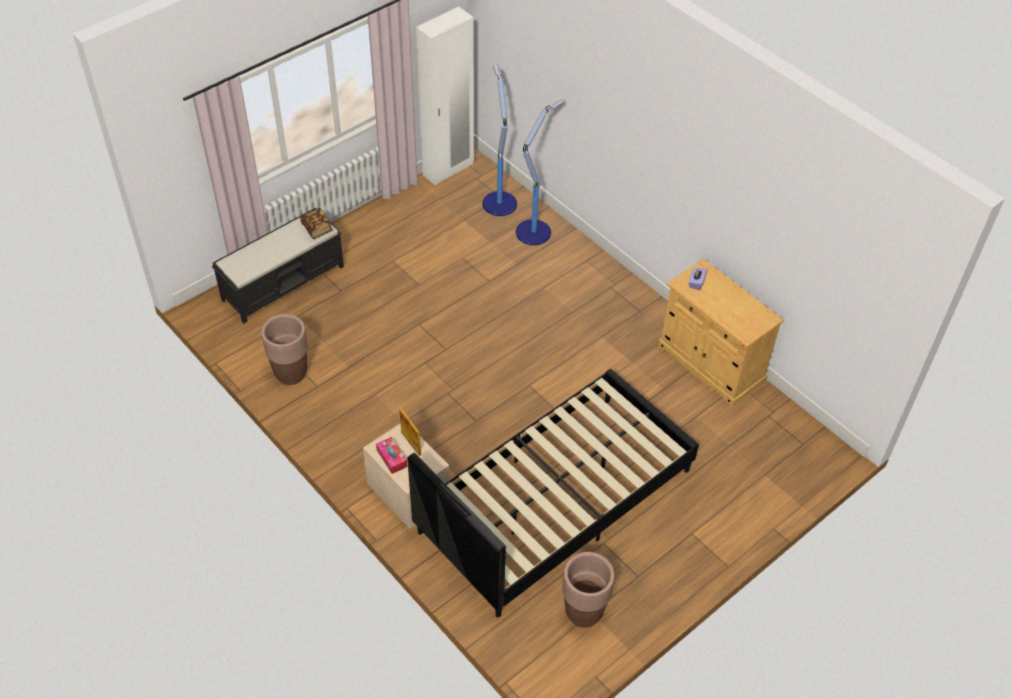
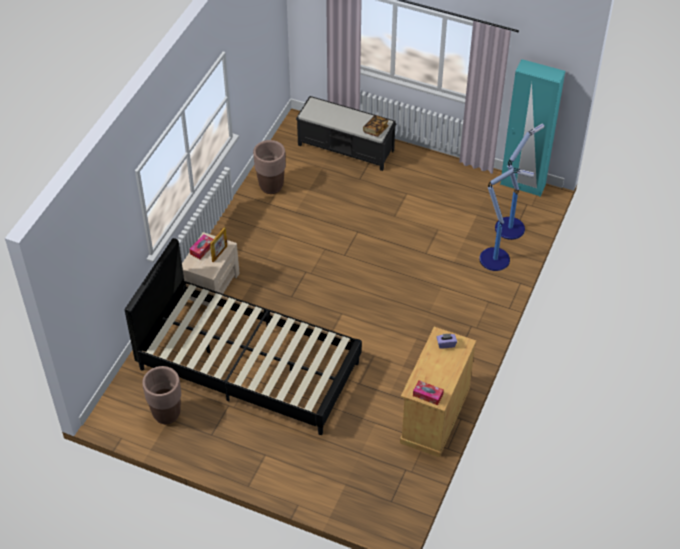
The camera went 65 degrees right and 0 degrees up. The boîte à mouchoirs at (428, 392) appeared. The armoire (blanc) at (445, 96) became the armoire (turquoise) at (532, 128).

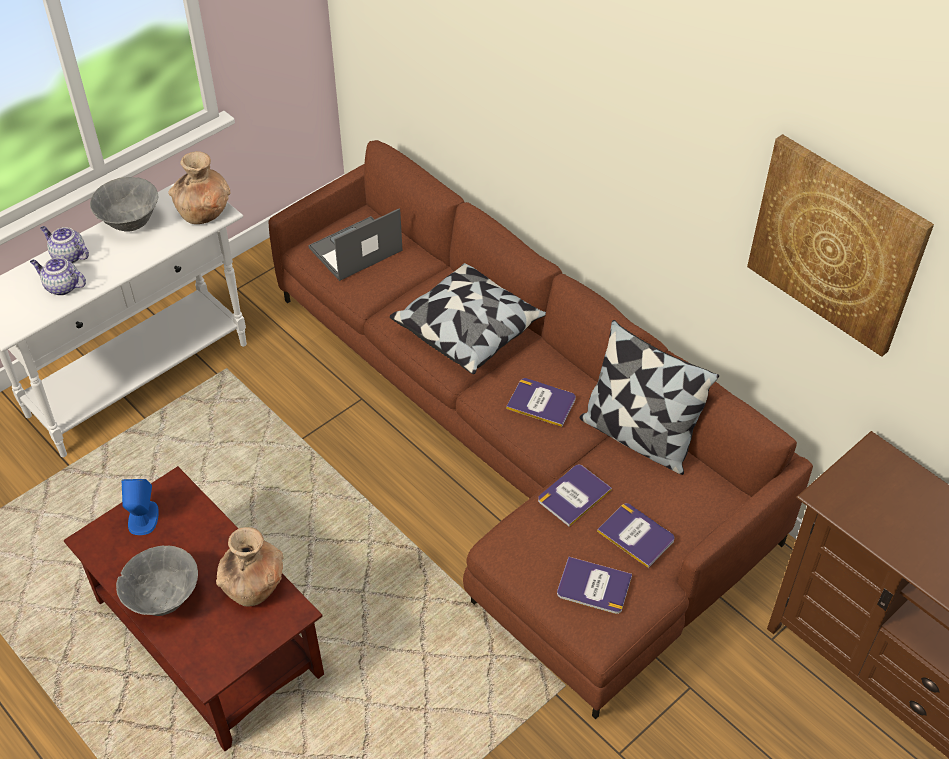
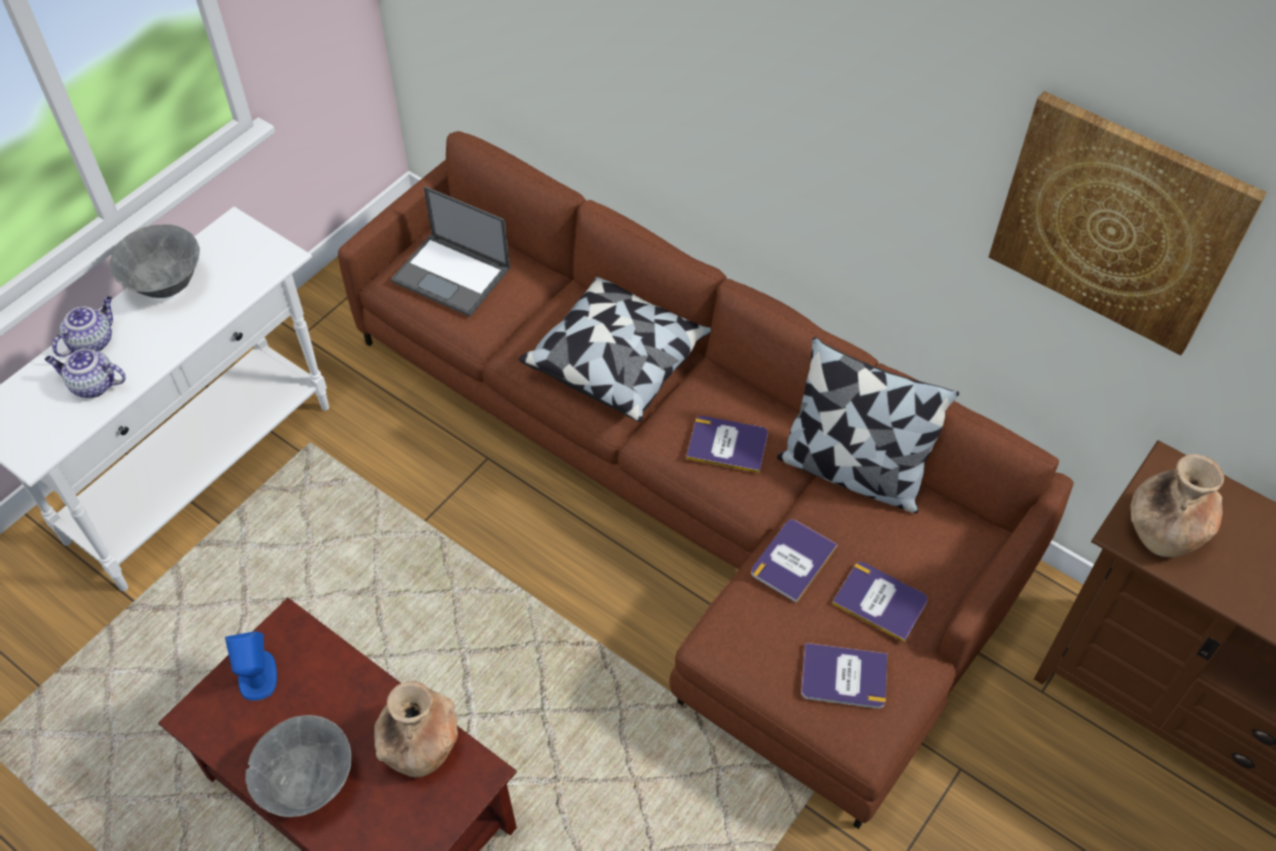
The camera went 10 degrees left and 5 degrees up. The vase (marron) moved from (199, 187) to (1177, 505). The théière at (64, 244) turned 105 degrees clockwise. The ordinateur portable at (355, 244) turned 105 degrees counterclockwise.

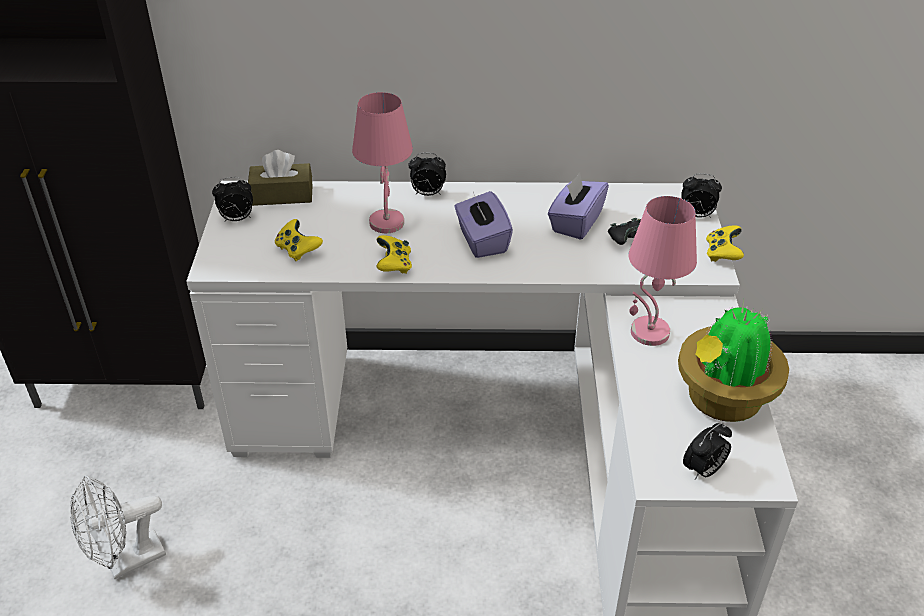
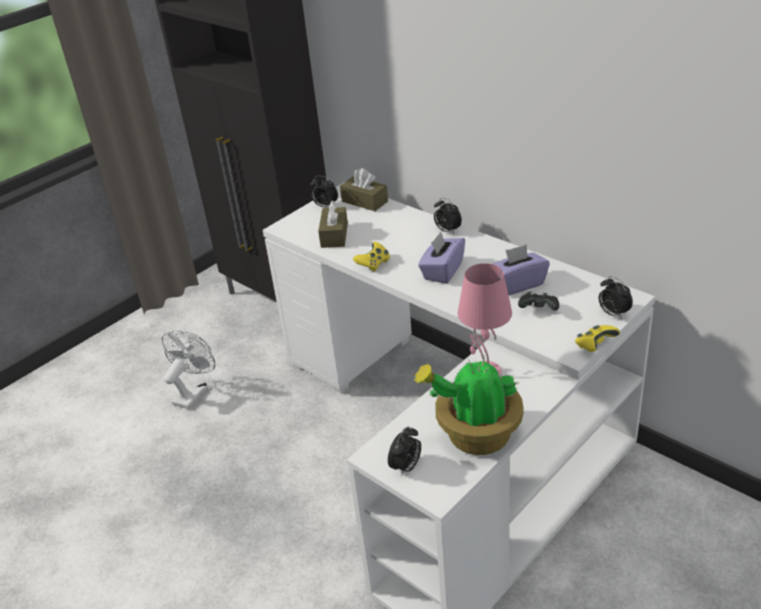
The camera went 45 degrees right and 5 degrees down. The lampe de table (rose) at (382, 162) disappeared. The manette (jaune) at (299, 240) was replaced by the boîte à mouchoirs (marron) at (333, 224). The ventilateur (blanc) at (118, 527) turned 105 degrees clockwise. The réveil at (707, 451) turned 60 degrees counterclockwise.

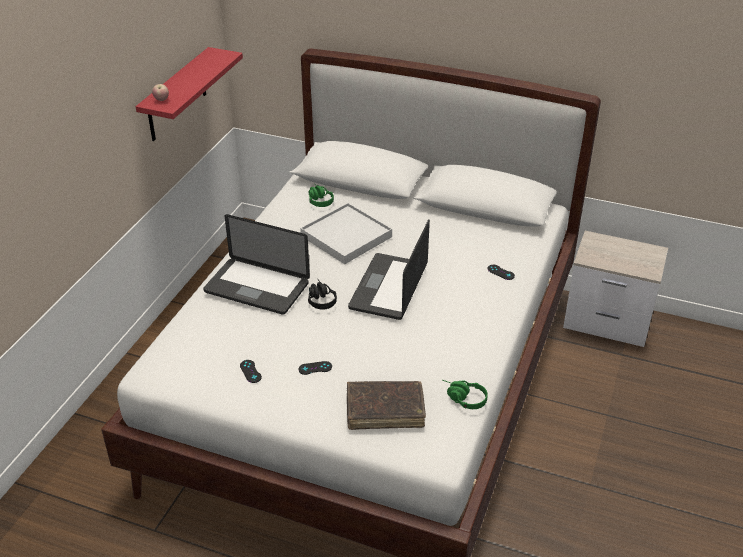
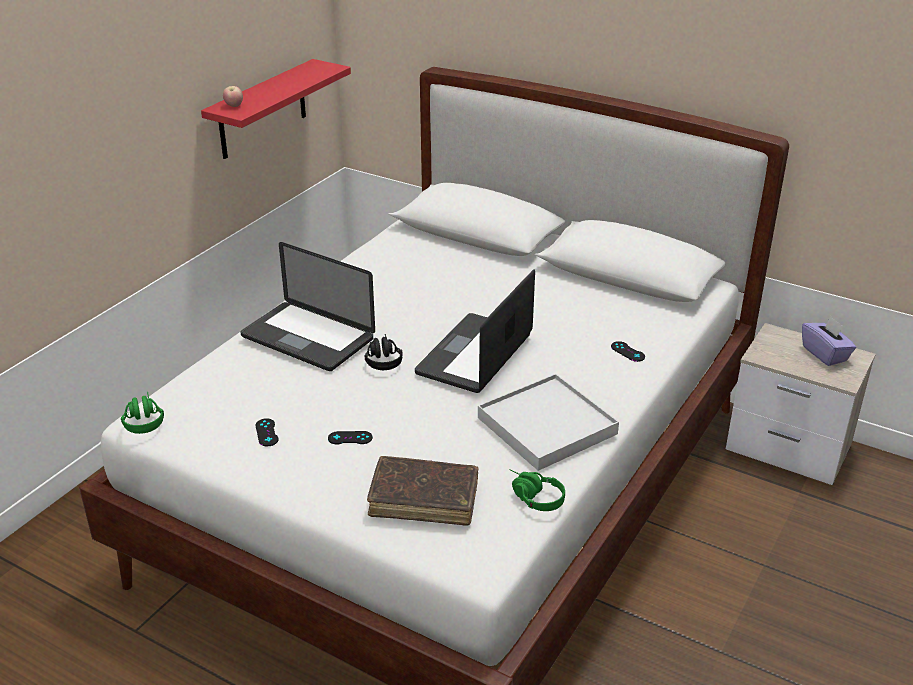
The camera went 10 degrees right and 5 degrees down. The boîte à mouchoirs (violet) at (829, 341) appeared. The plateau (blanc) moved from (346, 233) to (548, 422). The casque audio (vert) moved from (321, 195) to (142, 412).

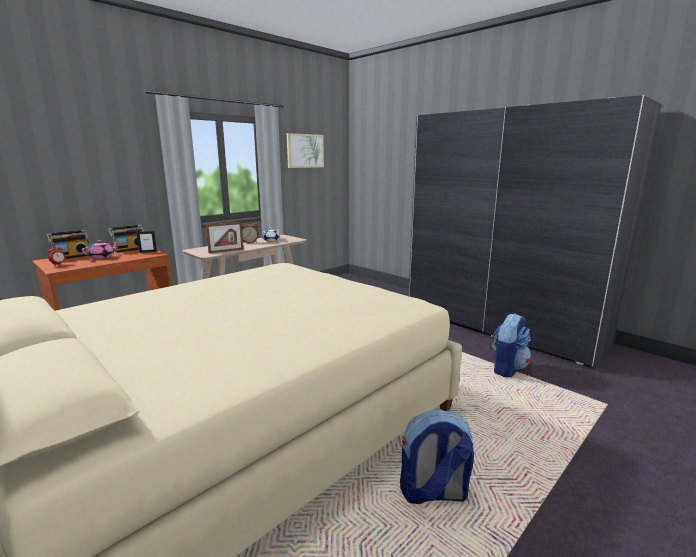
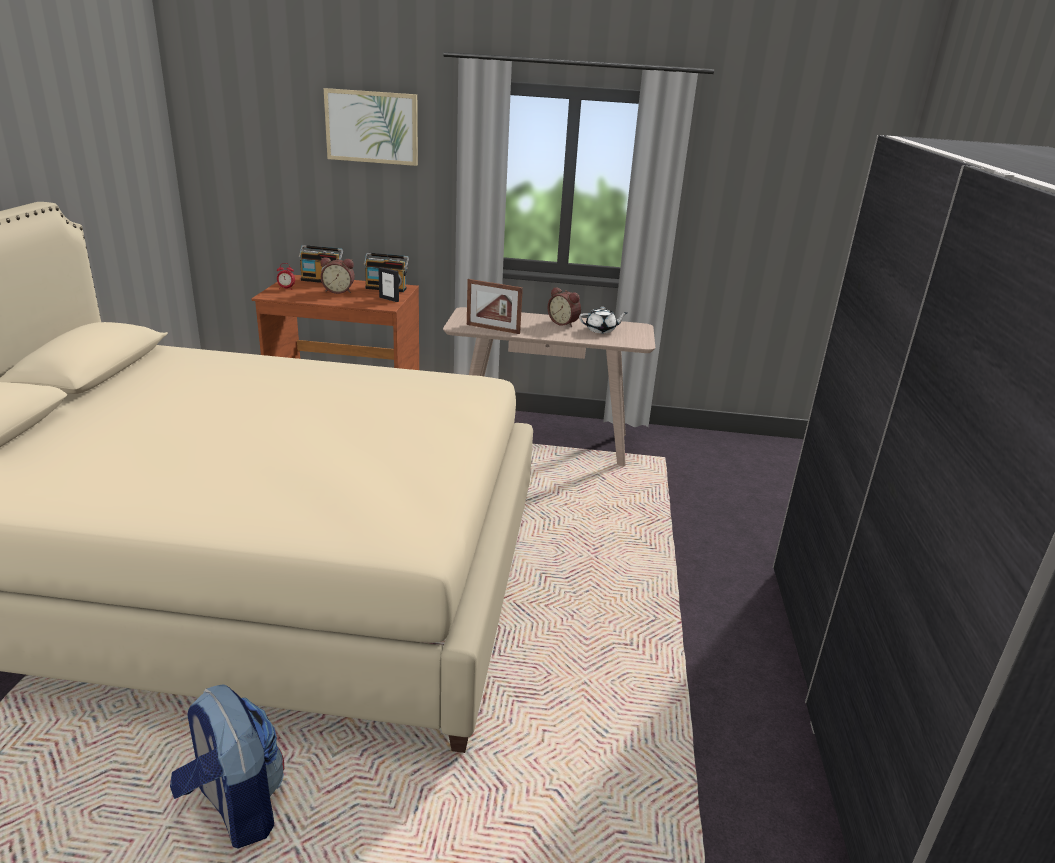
The camera went 50 degrees right and 10 degrees up. The sac à dos at (511, 345) disappeared. The tableau moved from (305, 150) to (371, 127). The théière (rose) at (100, 249) was replaced by the réveil at (337, 275).

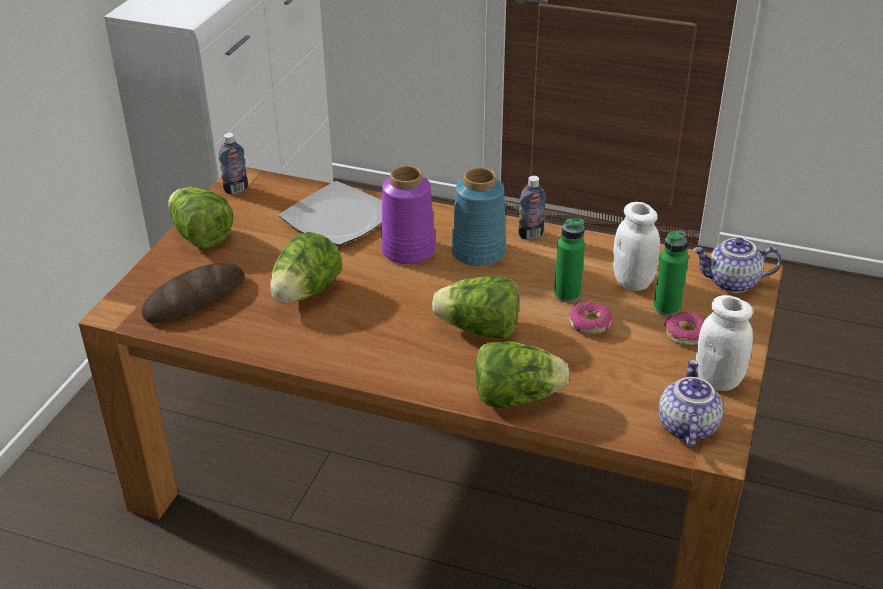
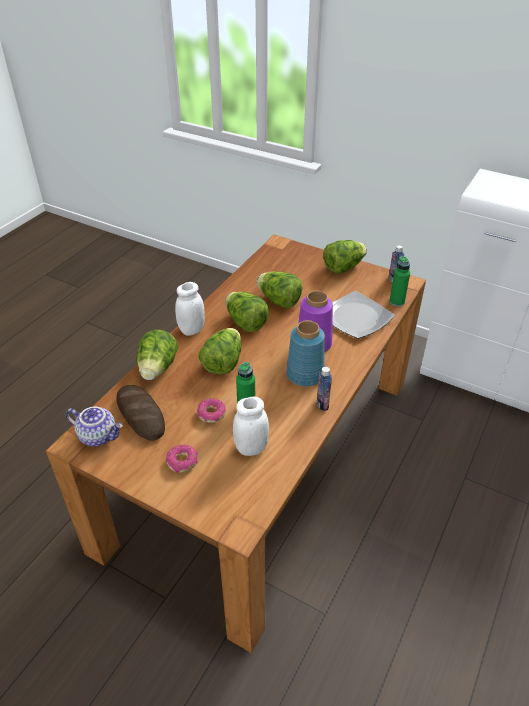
The camera went 100 degrees right and 5 degrees up. The théière at (737, 265) disappeared. The laitue at (247, 312) appeared. The pain moved from (193, 293) to (140, 413). The bouteille (vert) moved from (671, 273) to (400, 281). The bocal (blanc) moved from (724, 343) to (190, 309).

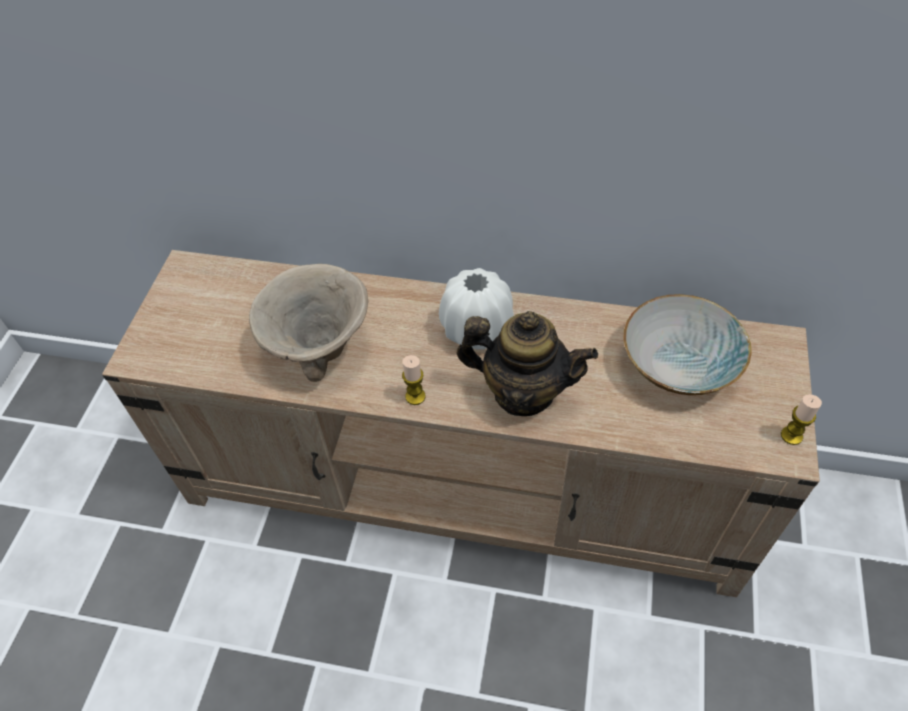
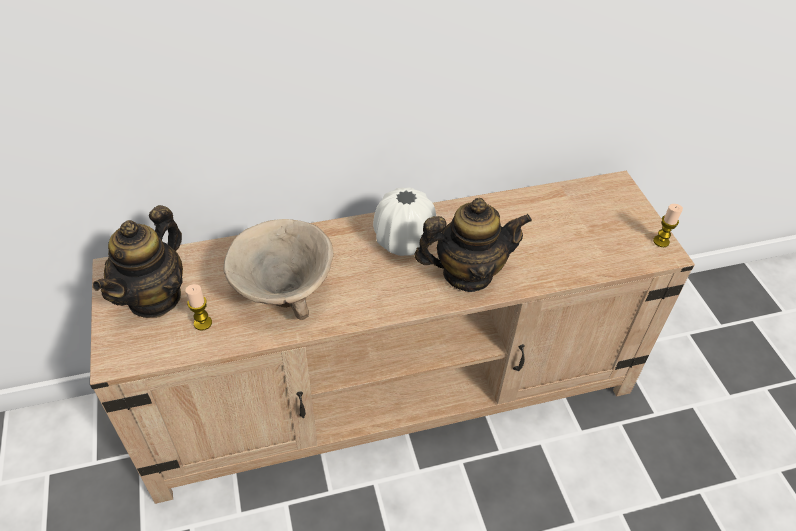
The camera went 30 degrees left and 5 degrees down. The bol at (687, 344) disappeared. The théière at (138, 261) appeared. The bougie moved from (414, 380) to (198, 307).

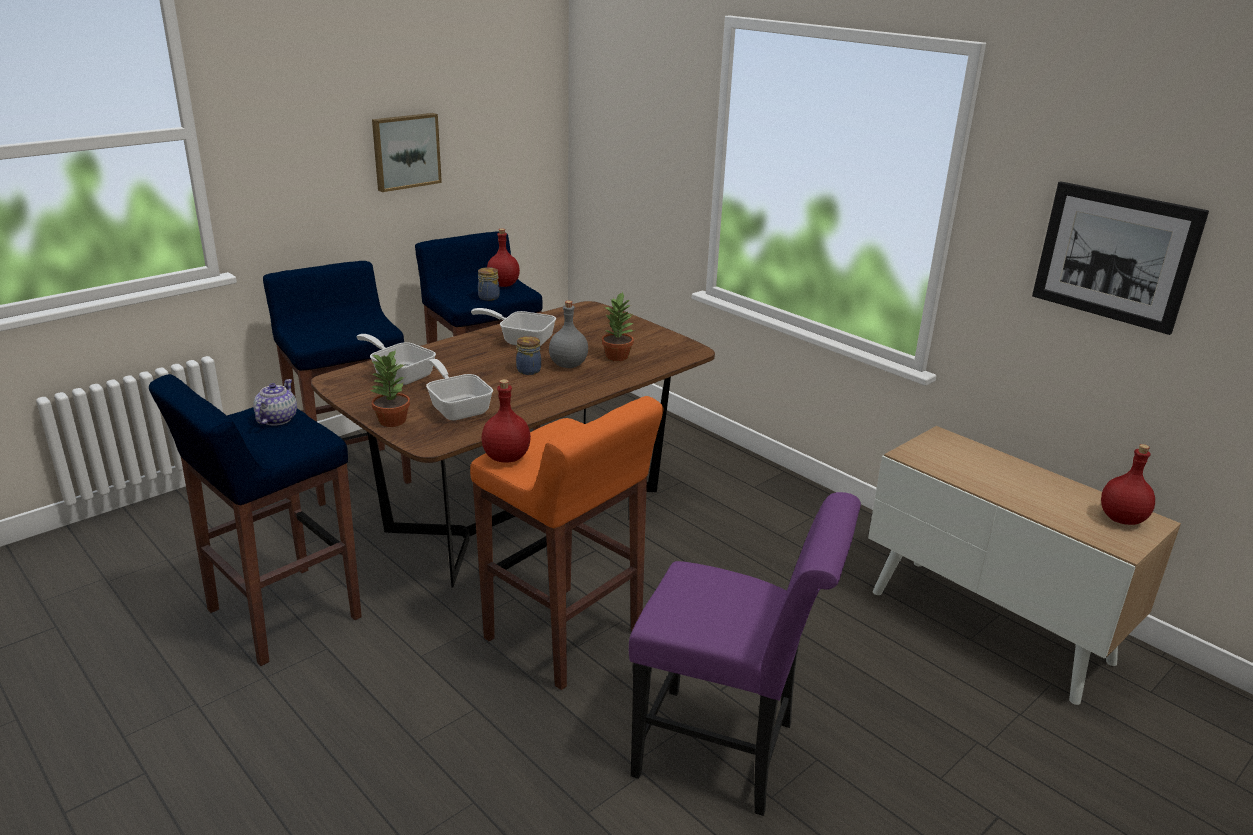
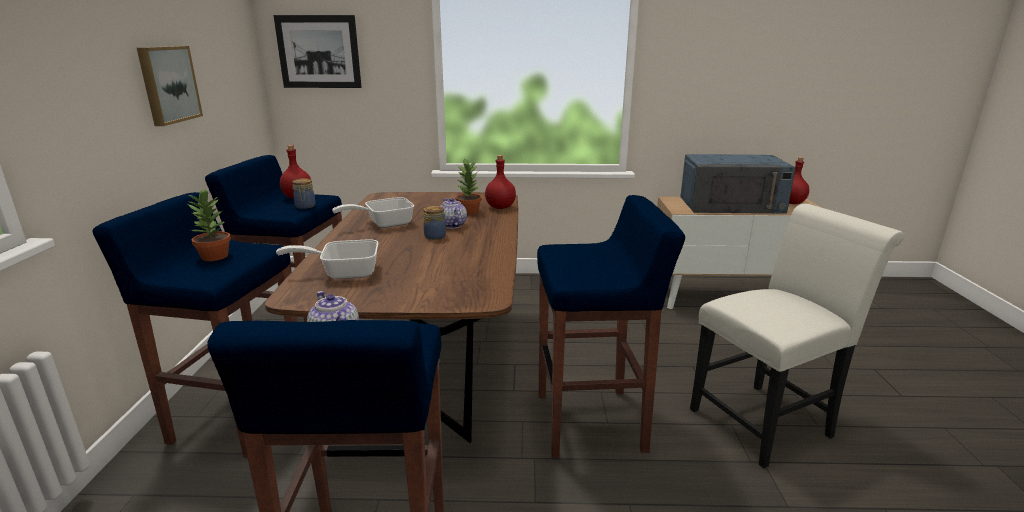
The camera went 45 degrees left and 5 degrees down. The poêle at (459, 390) disappeared. The micro-ondes (bleu) at (738, 184) appeared. The plante en pot moved from (390, 388) to (209, 224). The bouteille (rouge) moved from (506, 421) to (500, 182). The tableau moved from (1120, 258) to (317, 51). The bouteille (gris) at (568, 334) was replaced by the théière at (454, 213). The tabouret (orange) at (566, 543) became the tabouret (bleu) at (611, 326). The chaise (violet) at (745, 654) became the chaise (blanc) at (797, 335).

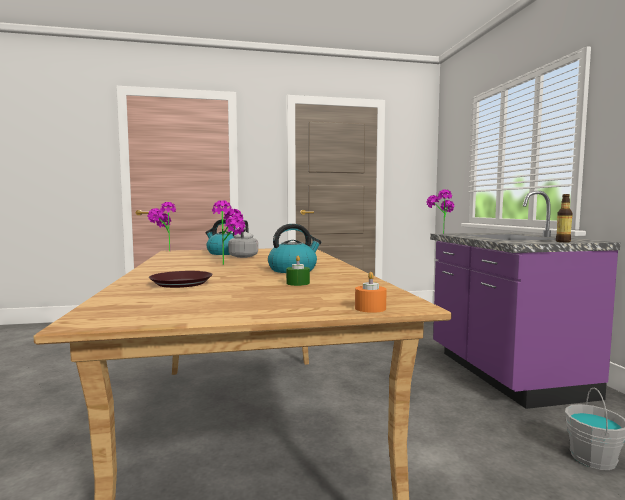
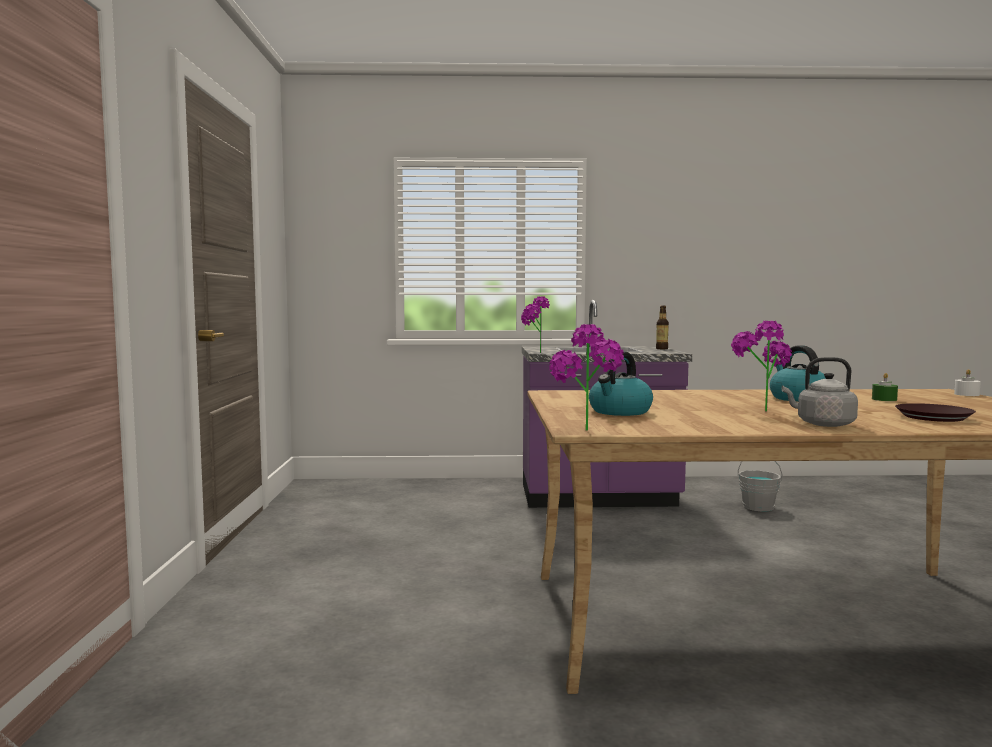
The camera went 80 degrees left and 0 degrees up. The bouilloire (gris) moved from (243, 239) to (820, 392). The bougie (orange) at (371, 292) became the bougie (blanc) at (967, 382).

